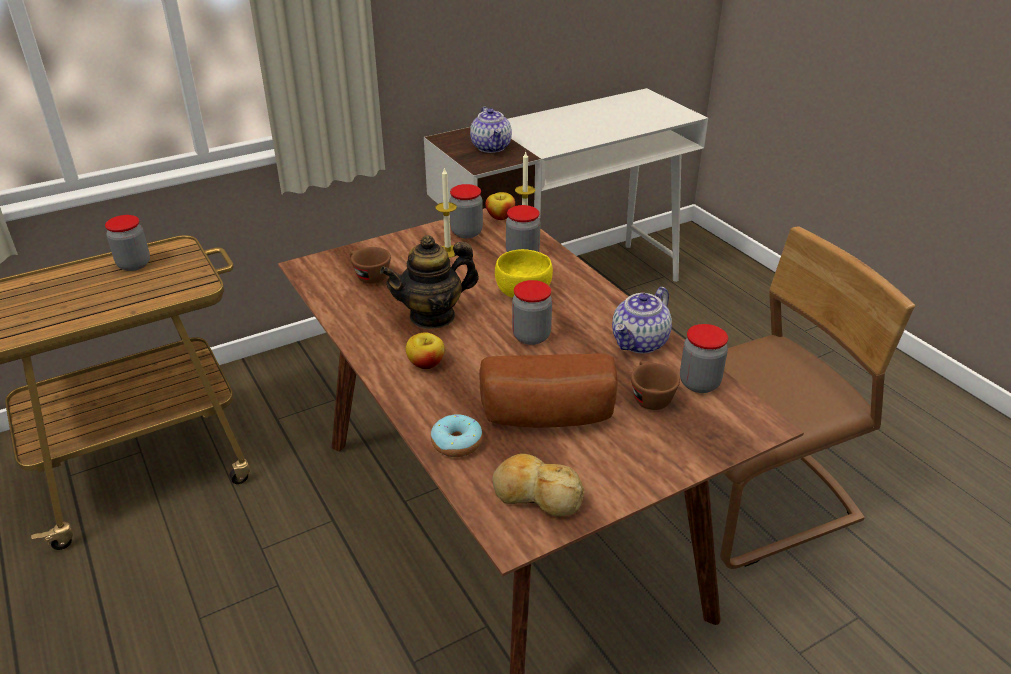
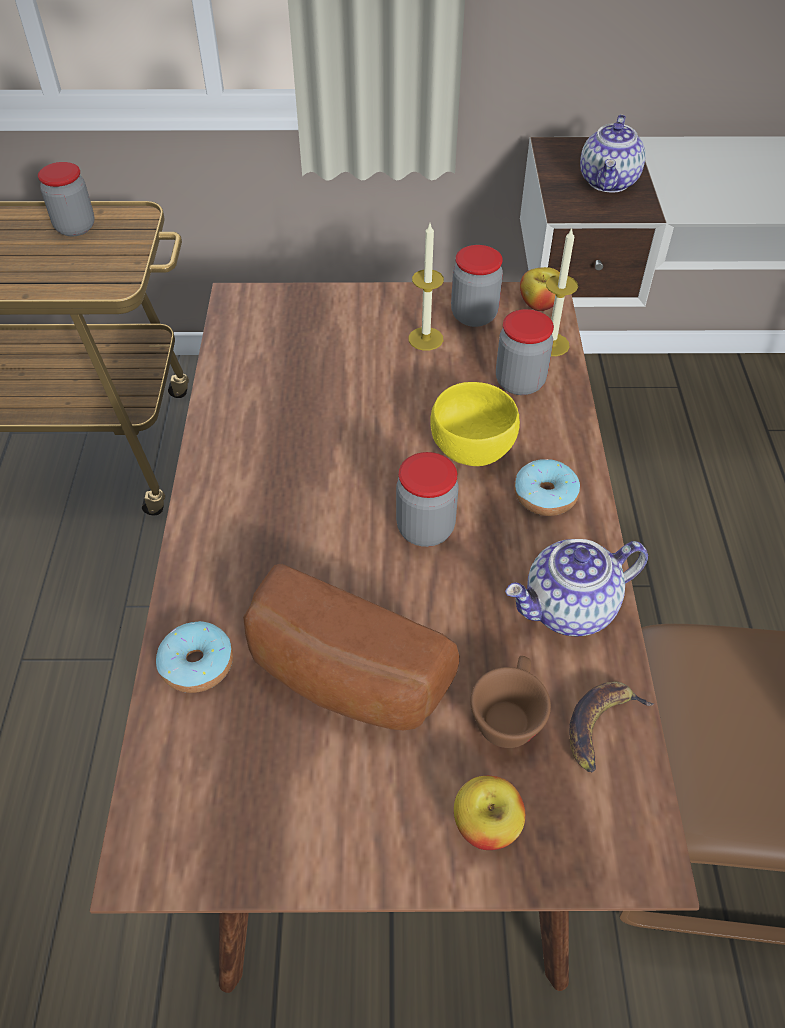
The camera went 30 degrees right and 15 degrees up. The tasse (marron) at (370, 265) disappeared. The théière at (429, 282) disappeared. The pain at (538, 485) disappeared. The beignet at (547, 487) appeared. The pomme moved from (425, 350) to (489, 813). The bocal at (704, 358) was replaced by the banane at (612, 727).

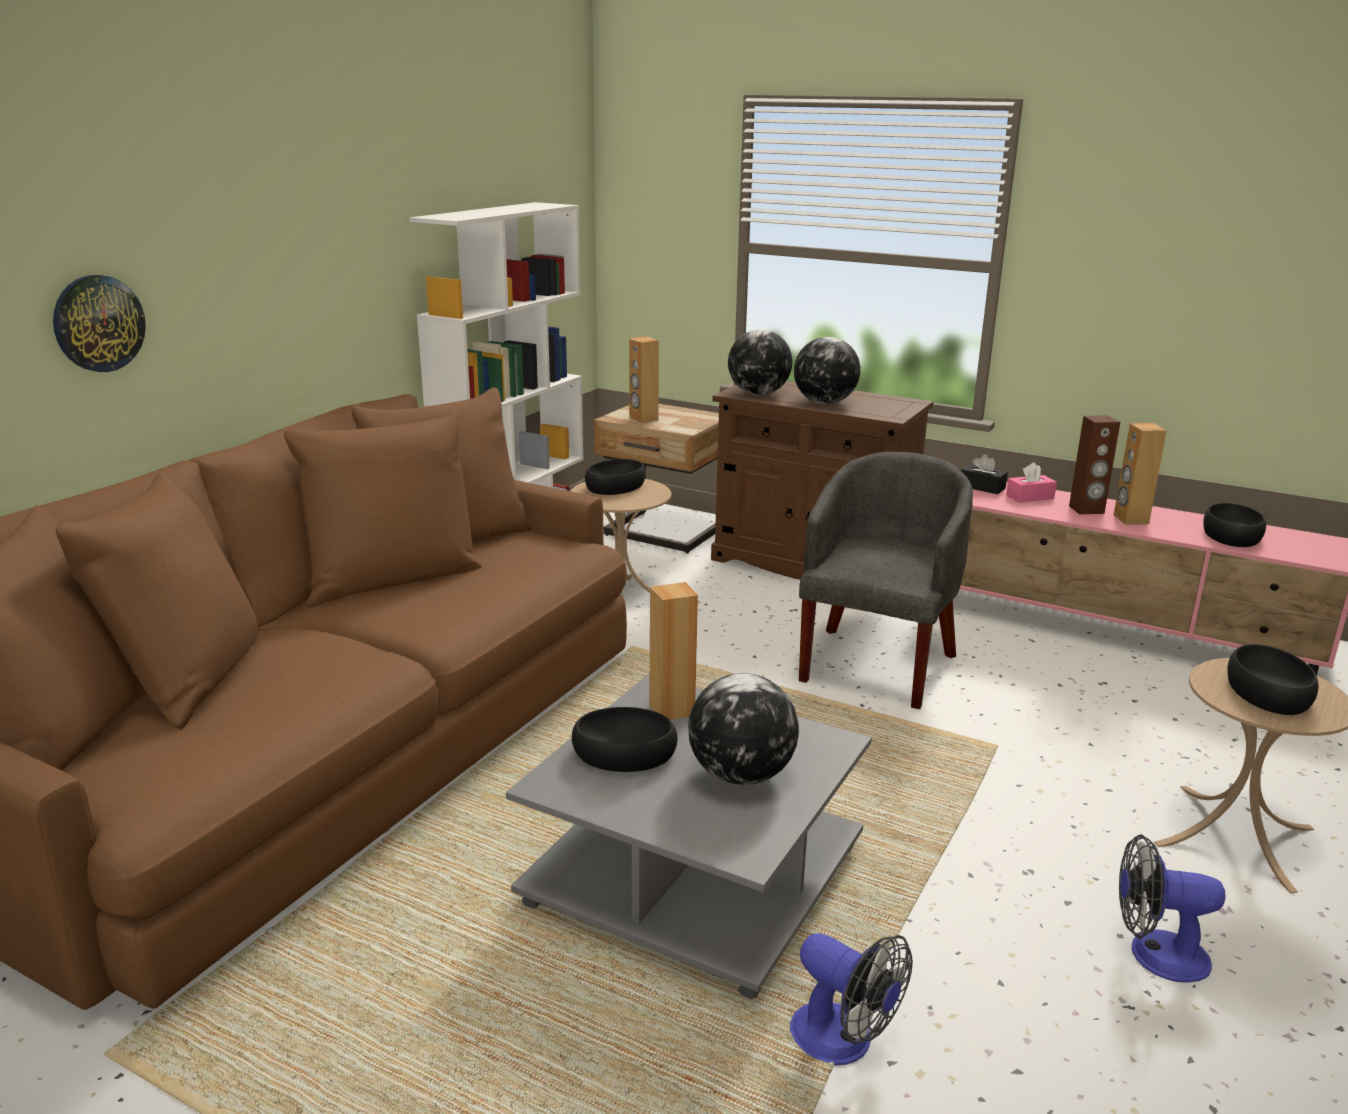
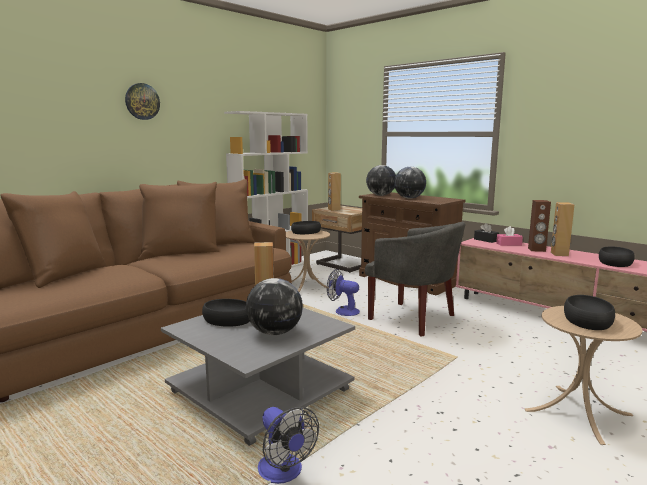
The camera went 15 degrees right and 10 degrees down. The horloge murale moved from (99, 323) to (142, 101). The ventilateur moved from (1172, 908) to (343, 292). The fauteuil (gris) at (886, 580) turned 90 degrees clockwise.

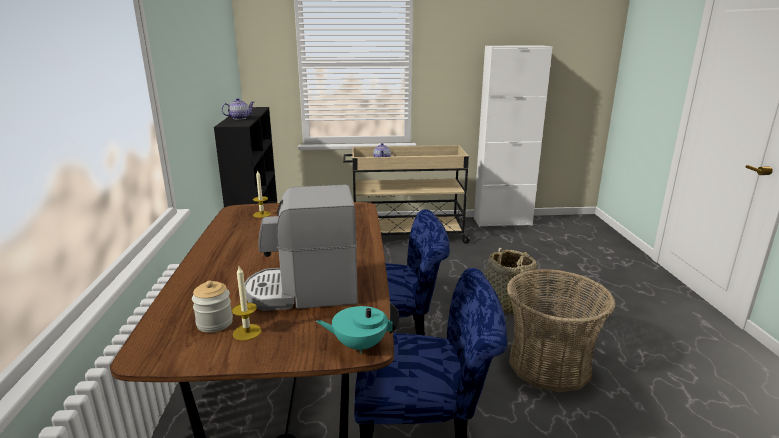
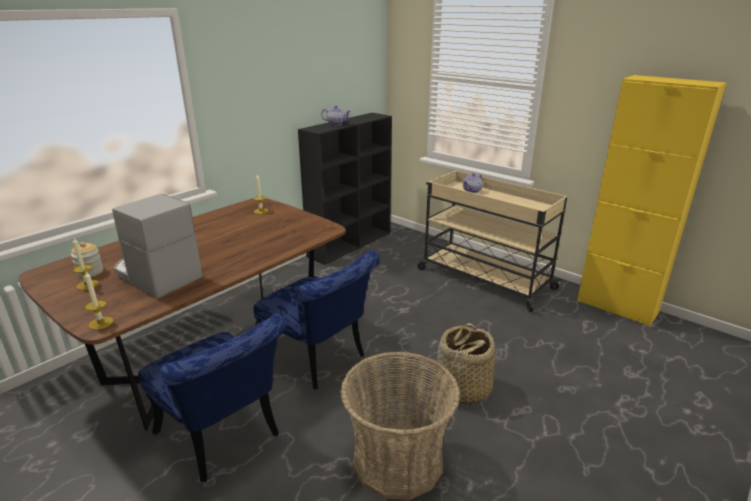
The camera went 45 degrees right and 5 degrees up. The théière (turquoise) at (357, 328) was replaced by the bougie at (99, 301). The meuble de rangement (blanc) at (513, 136) became the meuble de rangement (jaune) at (651, 201).

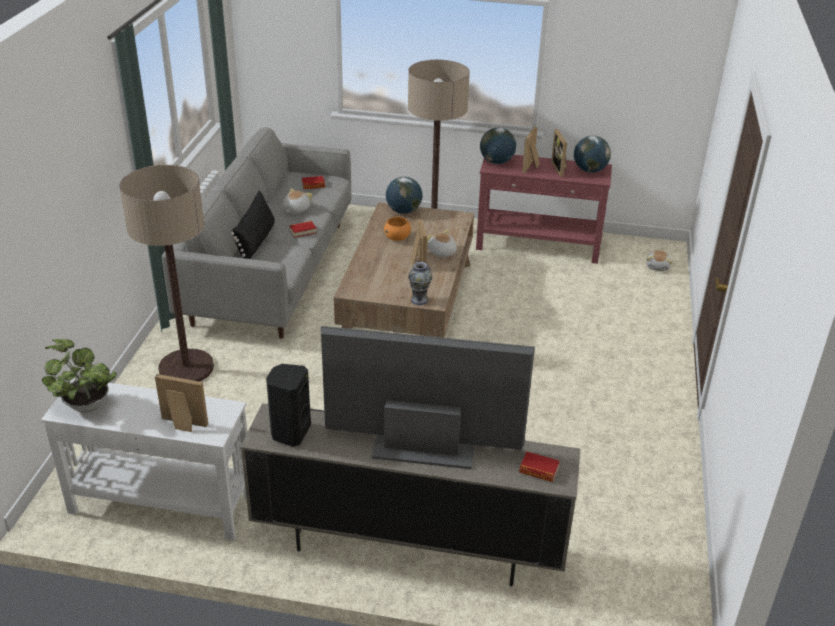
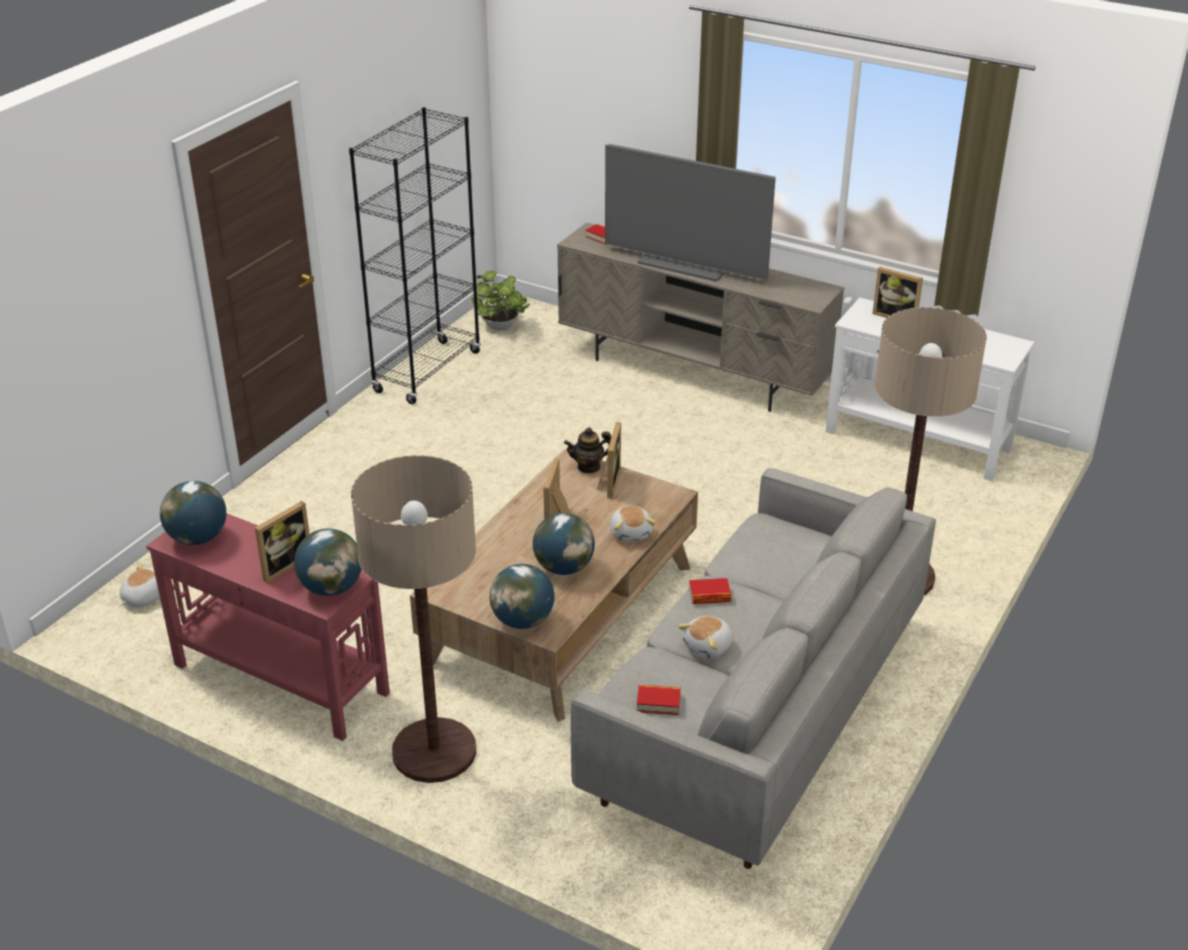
The camera went 160 degrees left and 0 degrees up. The coussin (noir) at (253, 225) disappeared. The enceinte (noir) at (288, 405) disappeared. The bibliothèque (noir) at (415, 255) appeared. The plante en pot moved from (79, 376) to (501, 300). The peluche moved from (442, 243) to (633, 524). The cadre photo moved from (559, 153) to (609, 460). The bol (orange) at (397, 229) was replaced by the globe at (564, 544). The vase at (420, 283) was replaced by the théière at (587, 450).

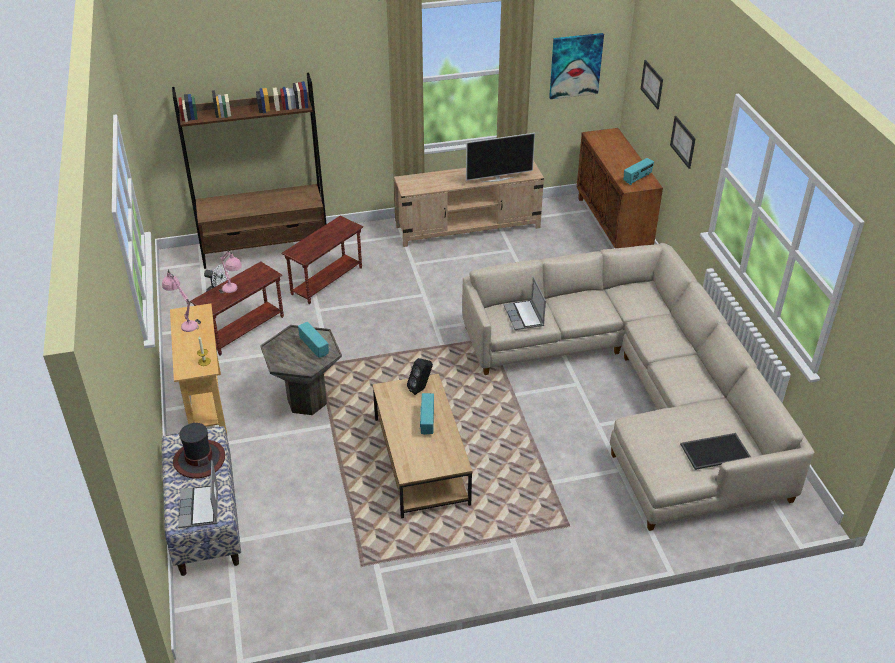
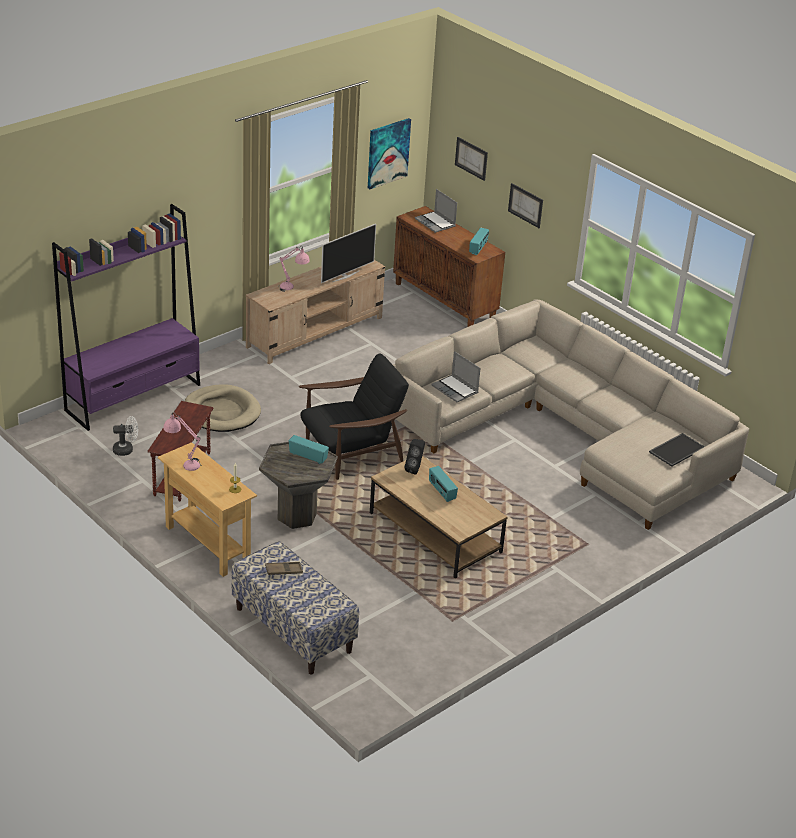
The camera went 30 degrees left and 5 degrees down. The fauteuil (noir) at (354, 416) appeared. The ordinateur portable moved from (198, 494) to (436, 211). The lampe de table (rose) moved from (230, 272) to (295, 269). The chapeau at (199, 451) was replaced by the plateau (marron) at (284, 568). The table d'appoint (marron) at (322, 260) was replaced by the panier pour chien (beige) at (223, 408). The bibliothèque (marron) at (249, 171) became the bibliothèque (violet) at (126, 317).

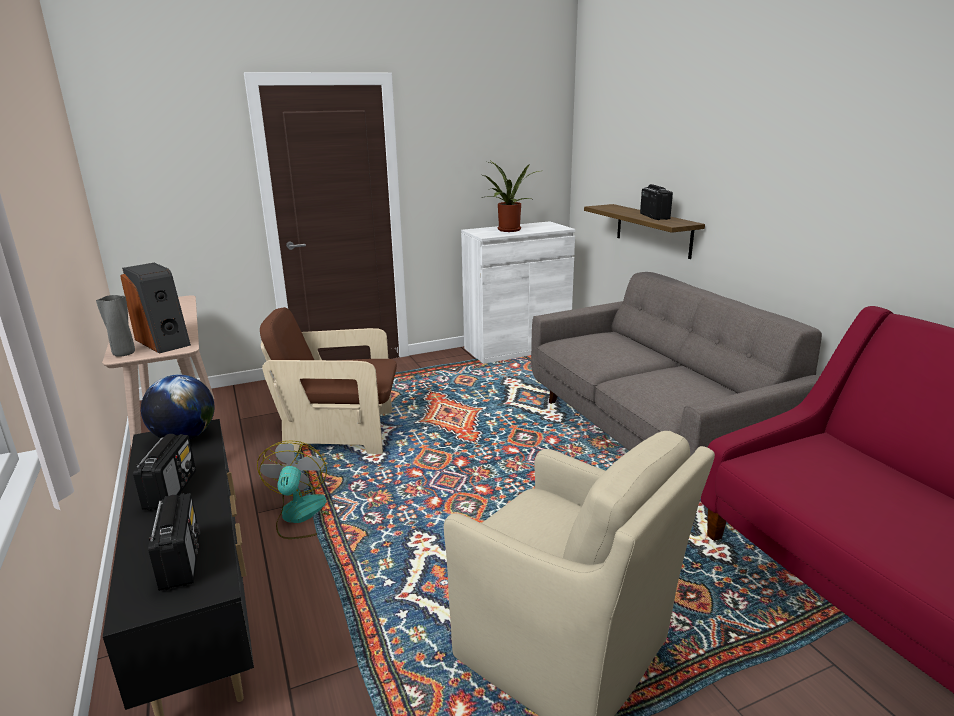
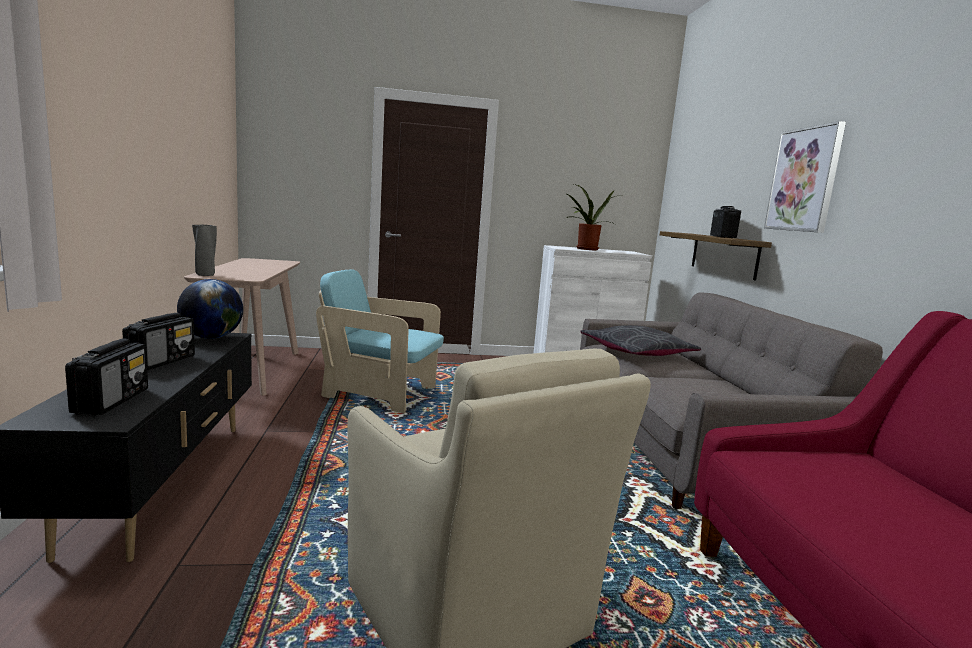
The camera went 15 degrees right and 10 degrees down. The enceinte at (155, 308) disappeared. The ventilateur at (293, 489) disappeared. The coussin (gris) at (640, 340) appeared. The tableau at (805, 177) appeared. The fauteuil (marron) at (328, 380) became the fauteuil (turquoise) at (380, 341).

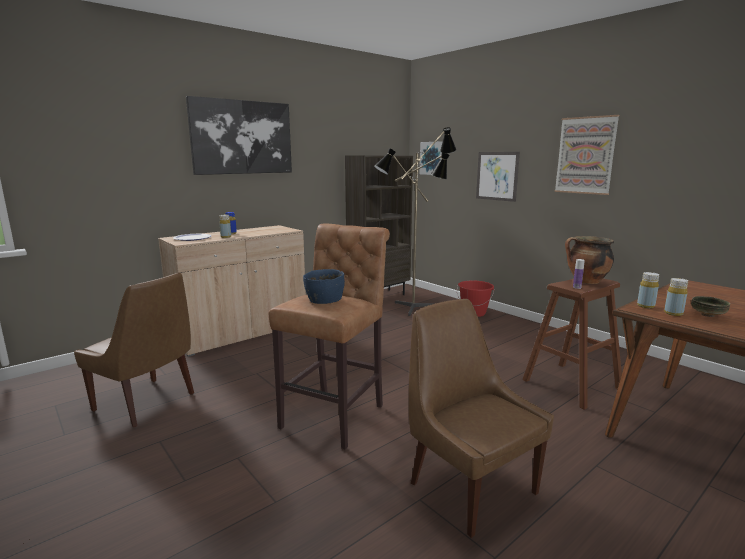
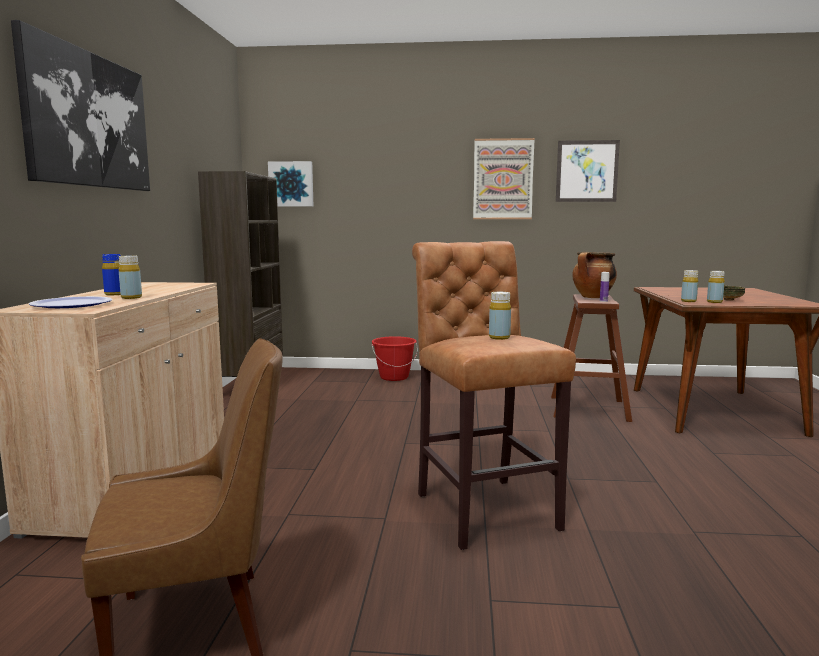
The camera went 45 degrees left and 5 degrees down. The lampadaire at (415, 222) disappeared. The chaise (marron) at (481, 418) disappeared. The tableau moved from (498, 177) to (588, 171). The bol (bleu) at (324, 286) was replaced by the bouteille (jaune) at (500, 316).

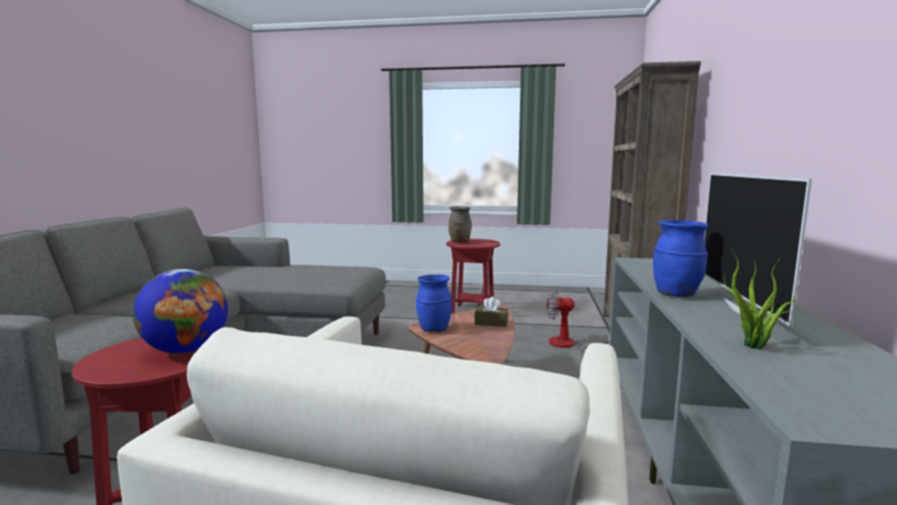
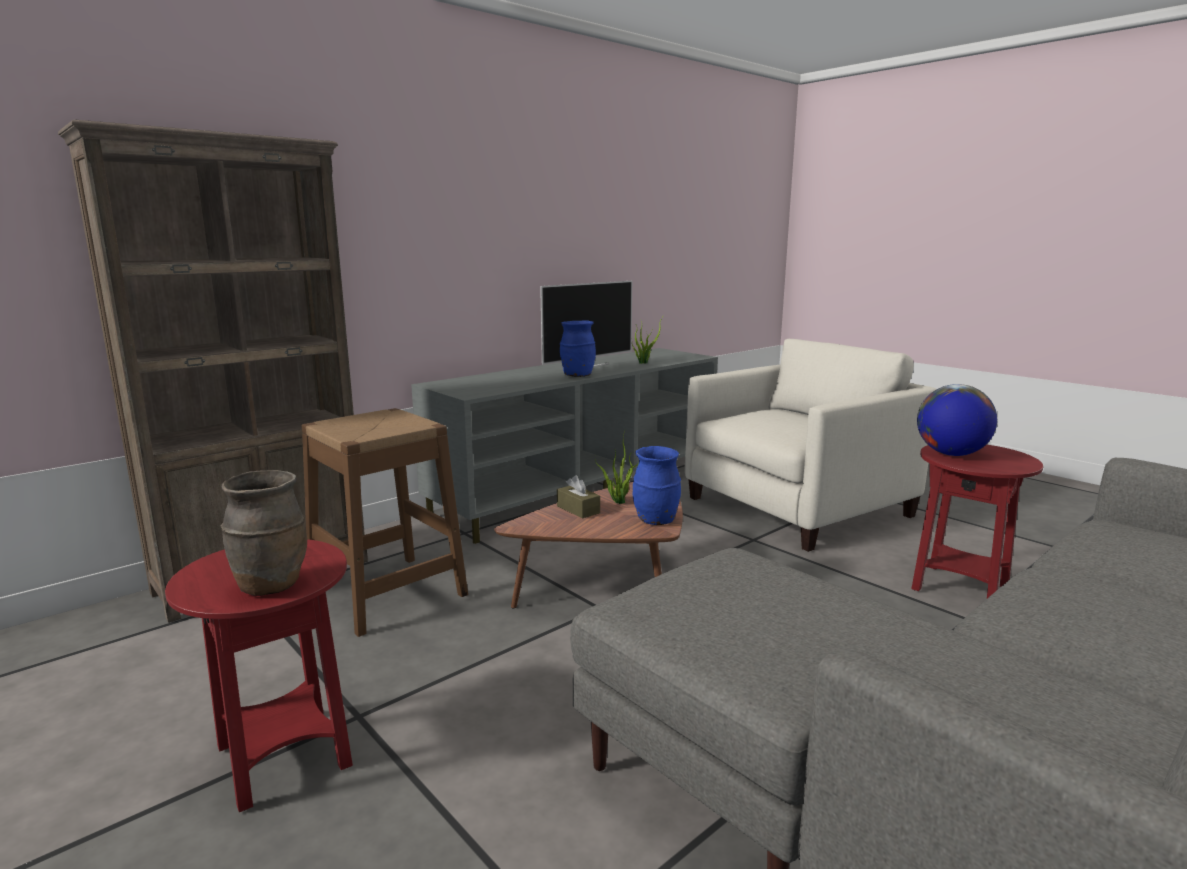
The camera went 140 degrees left and 5 degrees up. The plante en pot at (617, 467) appeared. The ventilateur at (578, 323) was replaced by the tabouret (marron) at (385, 522).

